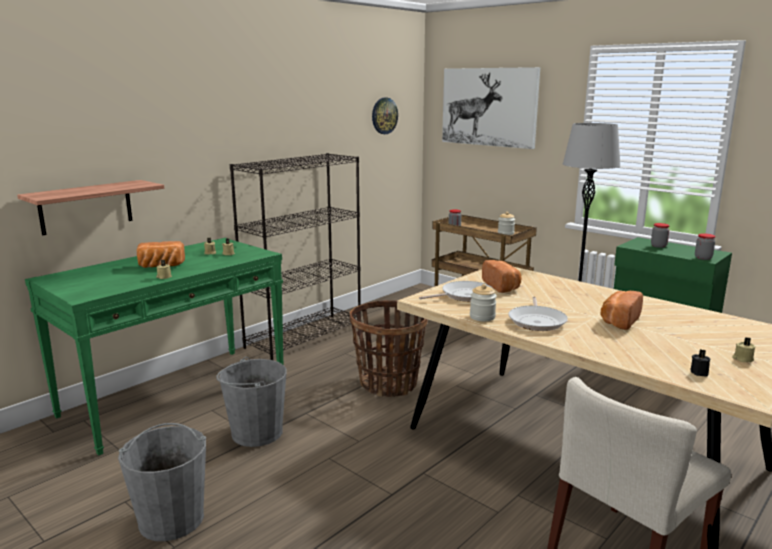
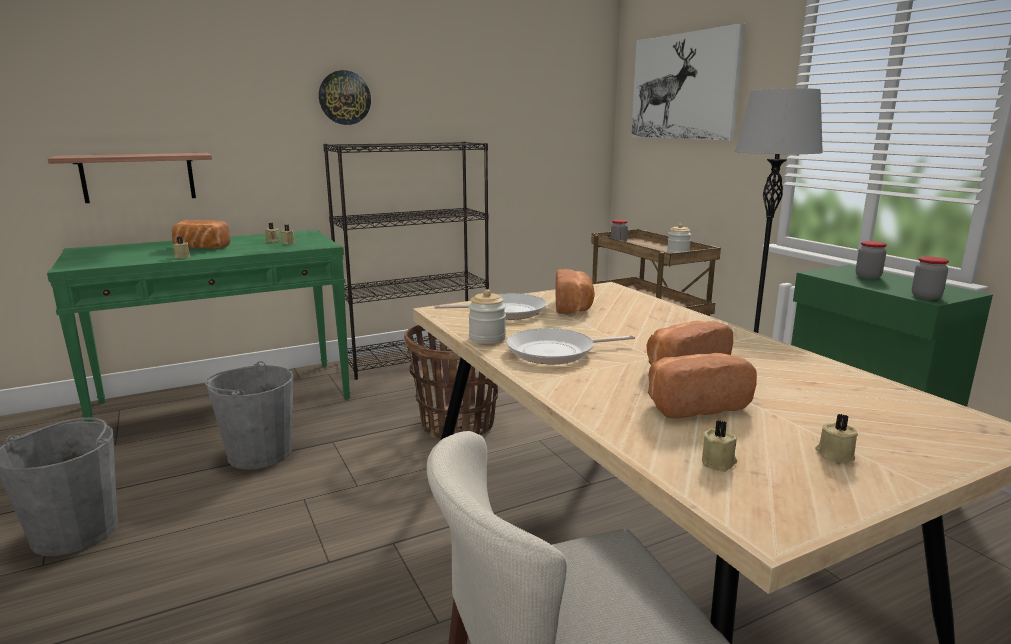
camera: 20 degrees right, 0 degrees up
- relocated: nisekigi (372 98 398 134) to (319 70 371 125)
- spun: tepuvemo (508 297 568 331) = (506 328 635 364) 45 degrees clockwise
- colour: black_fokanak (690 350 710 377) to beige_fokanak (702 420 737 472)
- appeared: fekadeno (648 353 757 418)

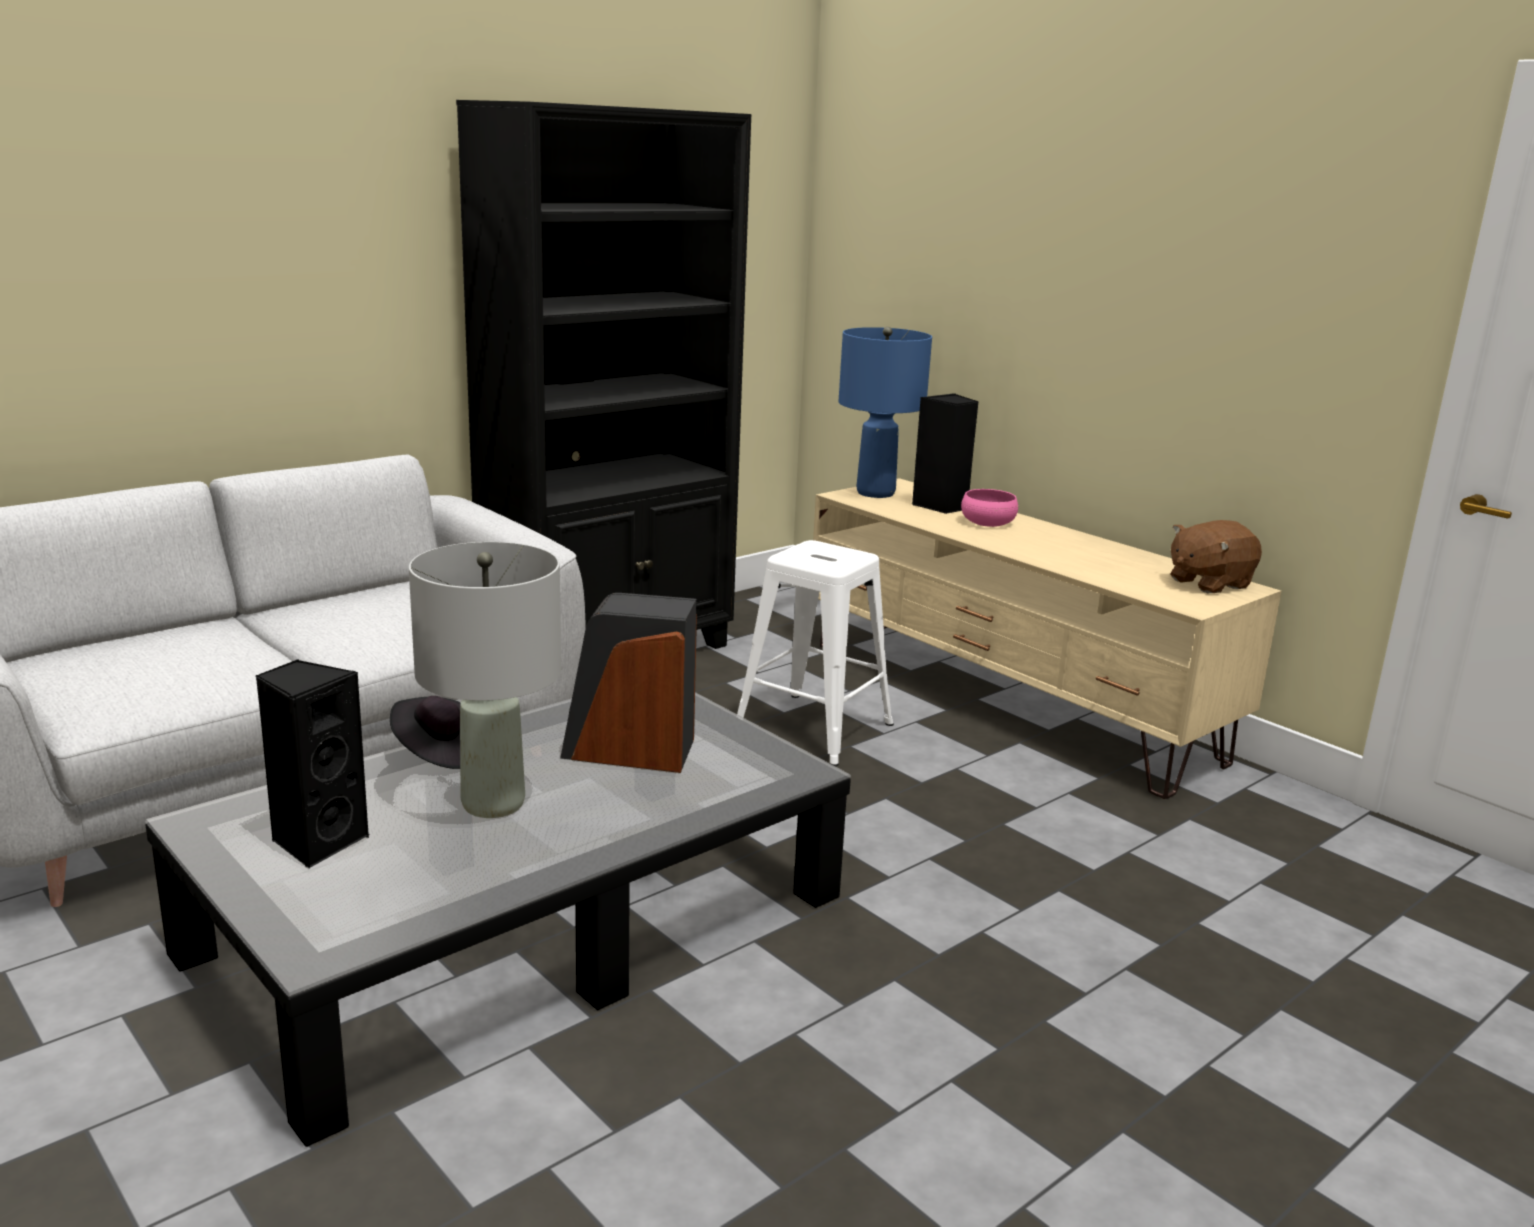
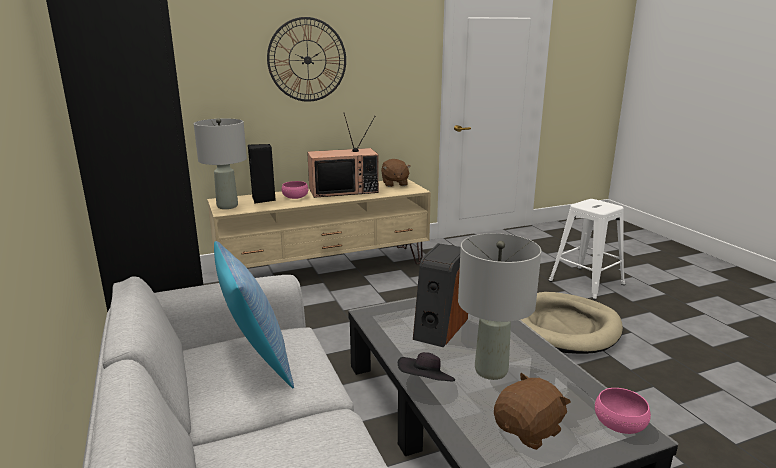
camera: 70 degrees left, 0 degrees up
- colour: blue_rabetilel (838 327 932 498) to grey_rabetilel (194 118 247 209)
- relocated: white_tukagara (737 540 894 766) to (548 199 625 300)
- exchanged: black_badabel (256 659 370 869) to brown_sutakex (494 373 571 450)
- appeared: nisekigi (267 17 346 102)
- appeared: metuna (307 114 379 198)
- appeared: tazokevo (214 241 294 388)
- appeared: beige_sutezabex (521 292 623 354)
- appeared: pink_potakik (595 388 651 434)

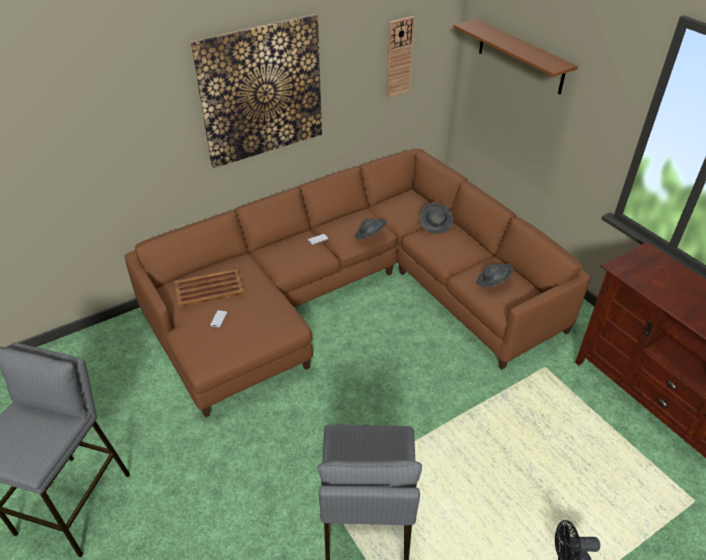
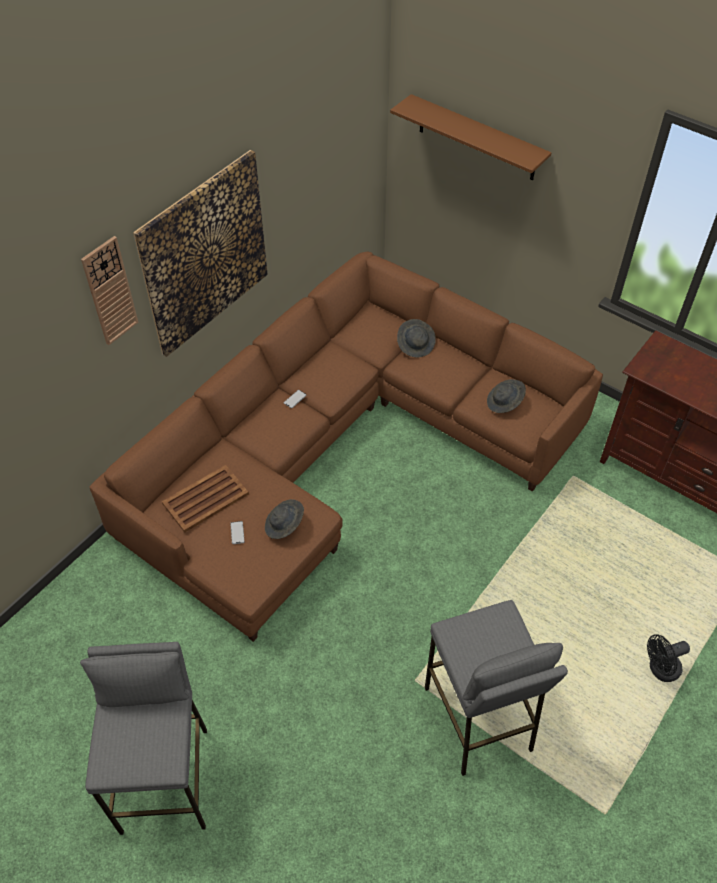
camera: 20 degrees left, 10 degrees up
- relocated: nisekigi (386 16 415 97) to (81 236 138 345)
- relocated: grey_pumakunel (355 218 387 239) to (265 499 304 539)

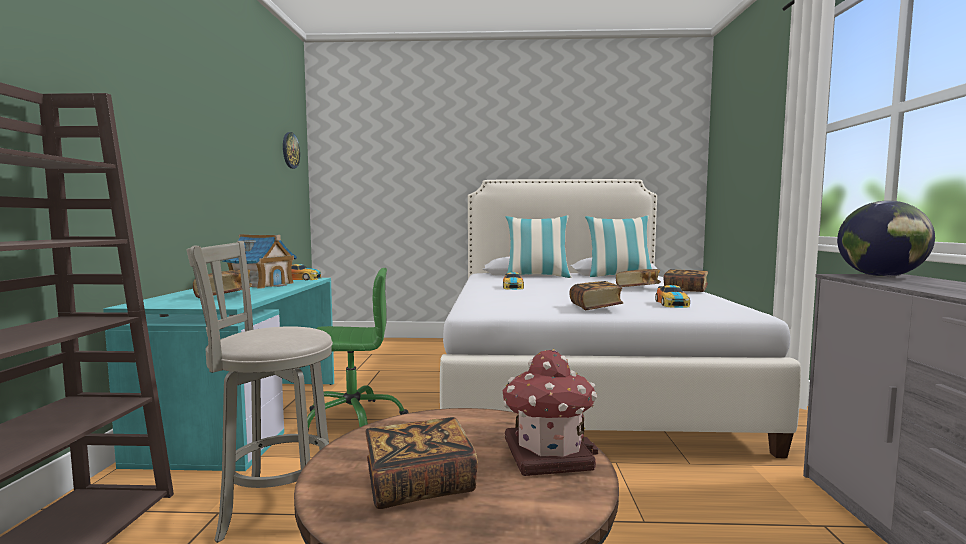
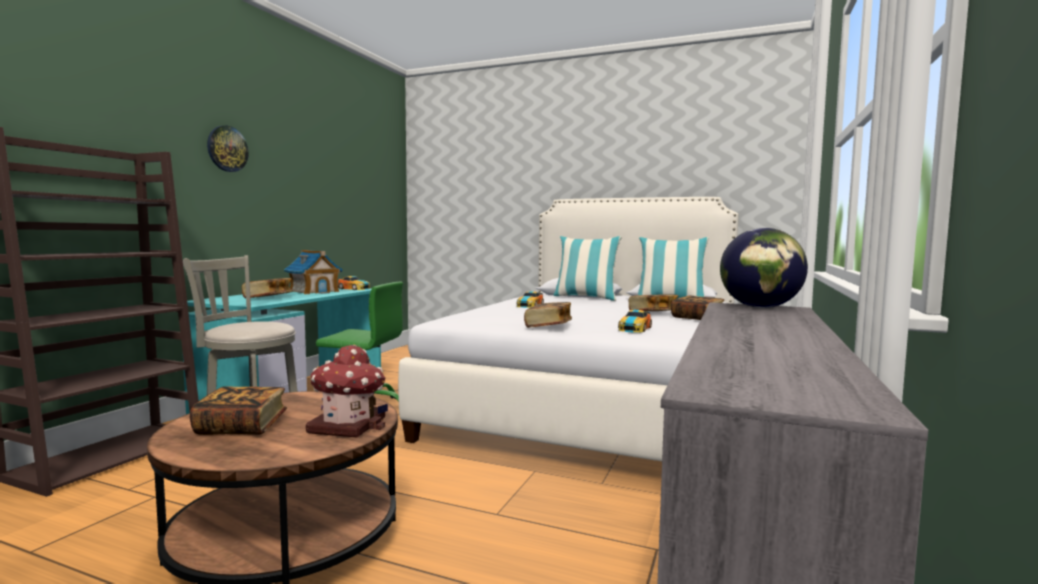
camera: 20 degrees right, 0 degrees up
- relocated: nisekigi (283 132 300 169) to (207 126 249 172)

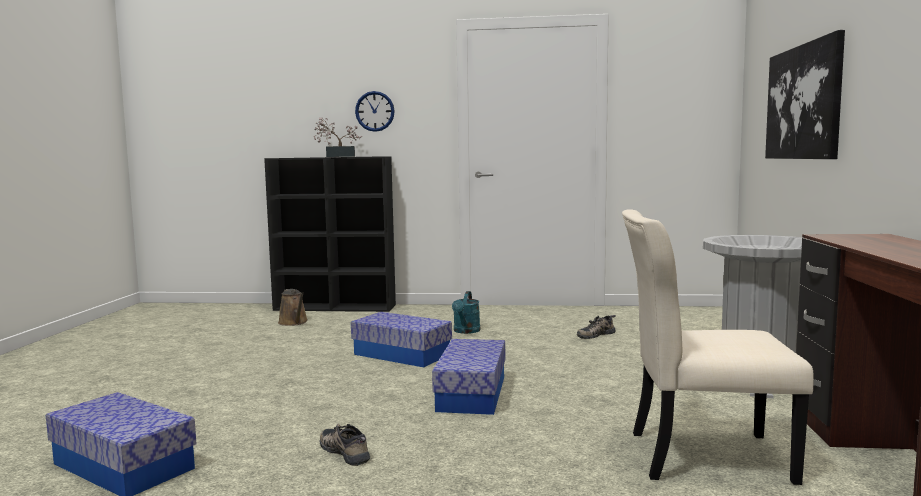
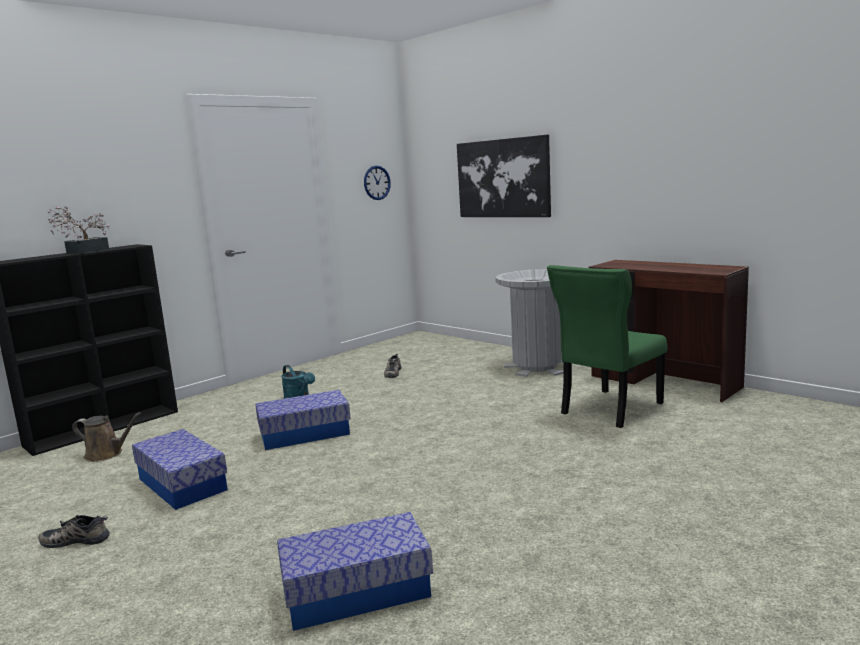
camera: 50 degrees left, 5 degrees up
- relocated: nisekigi (355 91 395 132) to (364 166 391 200)
- colour: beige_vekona (622 209 814 485) to green_vekona (547 265 667 428)
- relocated: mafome (432 339 505 415) to (132 429 228 510)
- relocated: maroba (320 424 370 466) to (38 515 110 548)

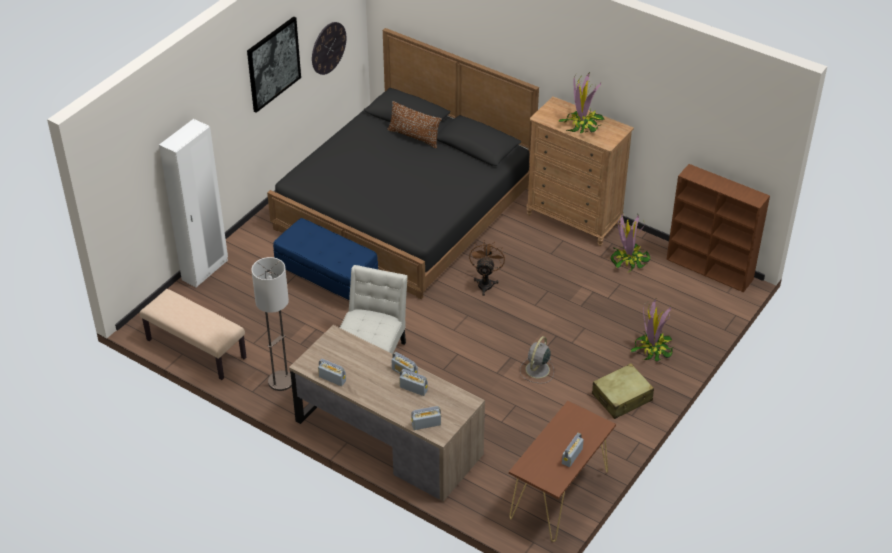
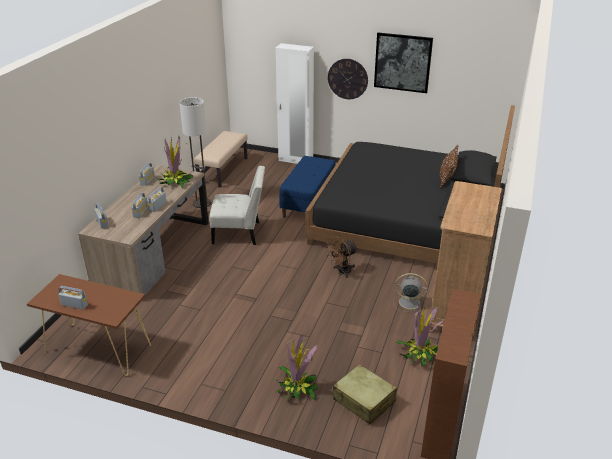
camera: 75 degrees right, 10 degrees down
- relocated: nisekigi (312 22 346 75) to (328 59 368 99)
- relocated: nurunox (558 72 605 133) to (157 136 193 188)
- spun: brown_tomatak (469 240 505 296) = (325 237 358 278) 150 degrees clockwise
- relocated: grey_tomatak (520 336 554 383) to (393 273 428 312)
- relocated: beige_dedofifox (592 363 654 419) to (333 364 397 424)

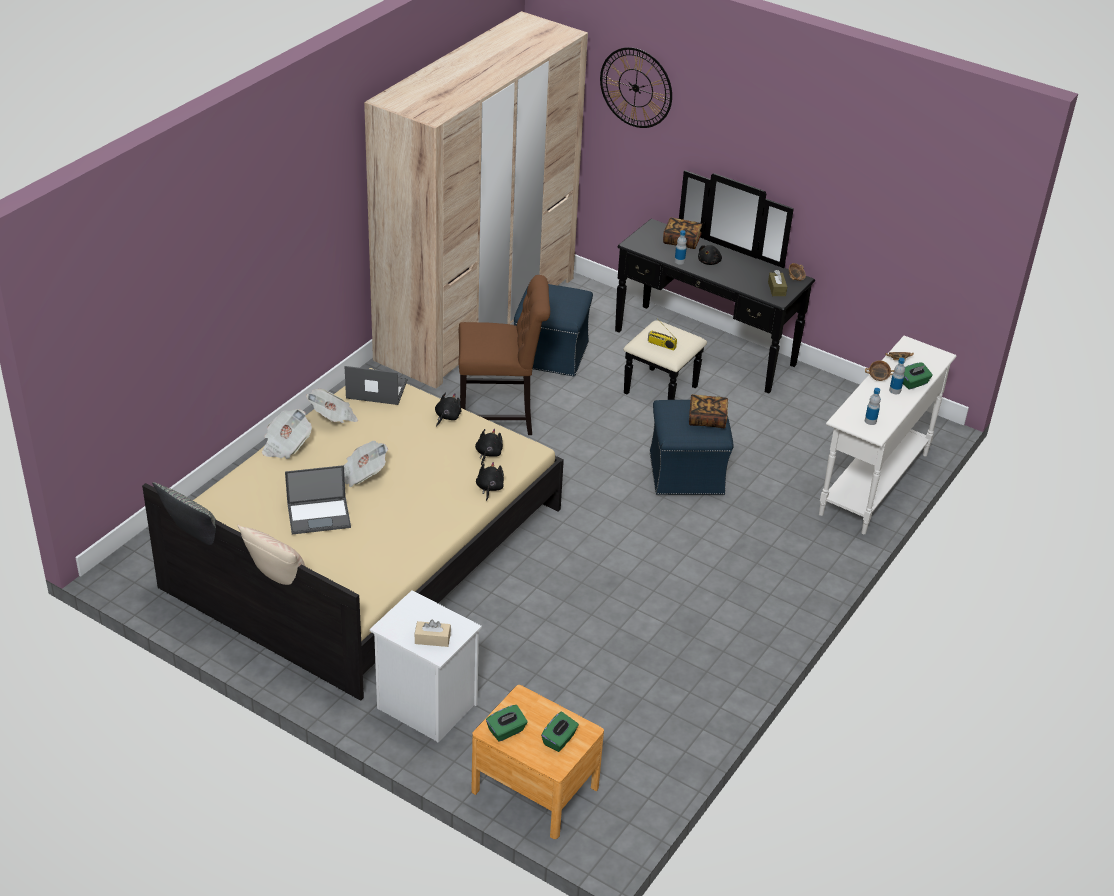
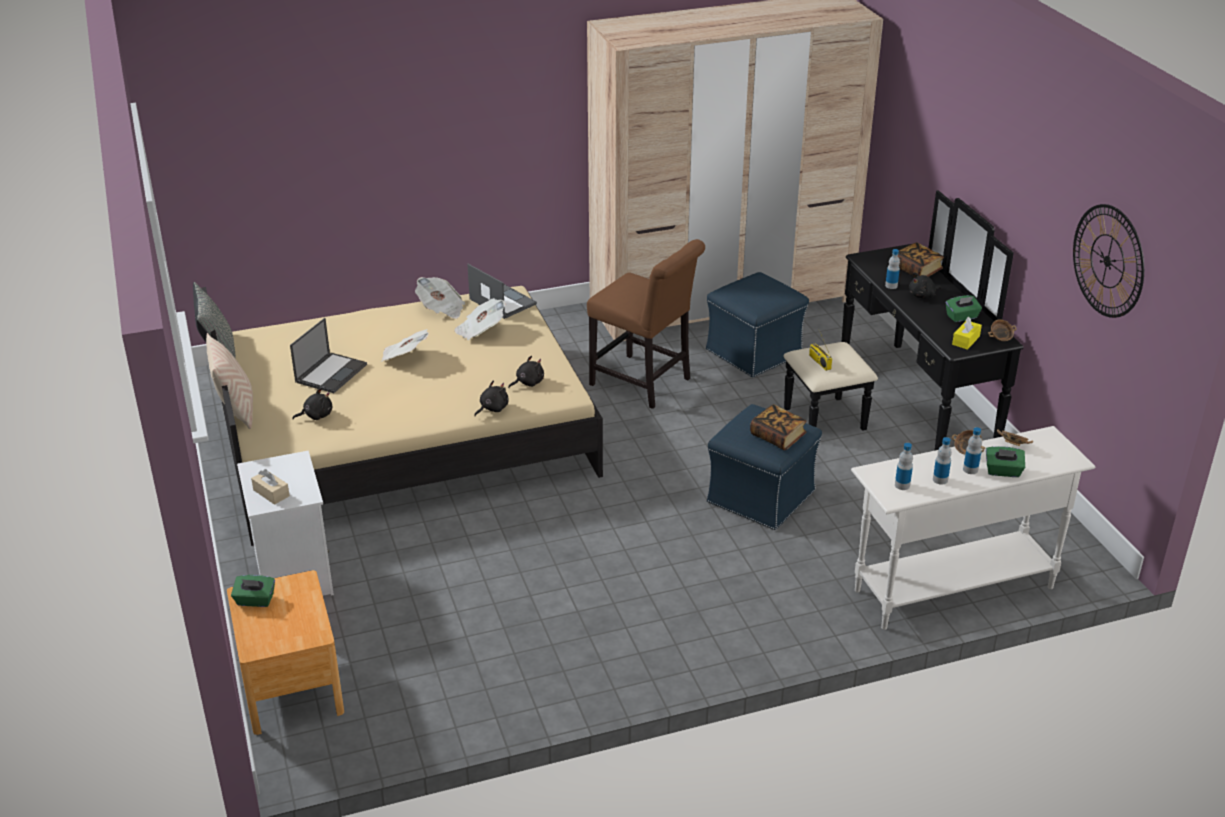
camera: 40 degrees right, 5 degrees down
- relocated: nisekigi (600 47 672 128) to (1073 204 1144 318)
- colour: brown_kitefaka (768 270 787 296) to yellow_kitefaka (952 317 982 350)
- relocated: black_sutakex (435 392 462 427) to (292 388 332 420)
- relocated: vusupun (262 409 312 459) to (454 298 506 340)
- spun: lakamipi (285 465 351 535) = (290 318 367 393) 90 degrees counterclockwise
- relocated: green_kitefaka (541 712 579 752) to (946 295 982 322)
- appeared: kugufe (933 437 952 485)

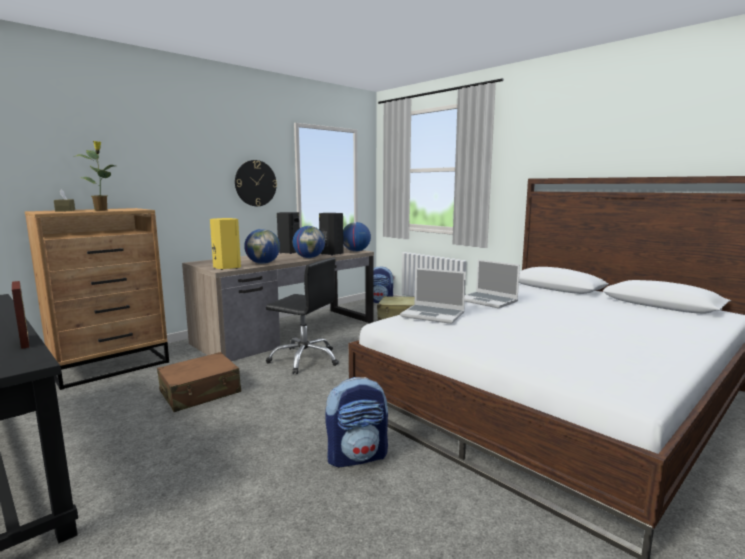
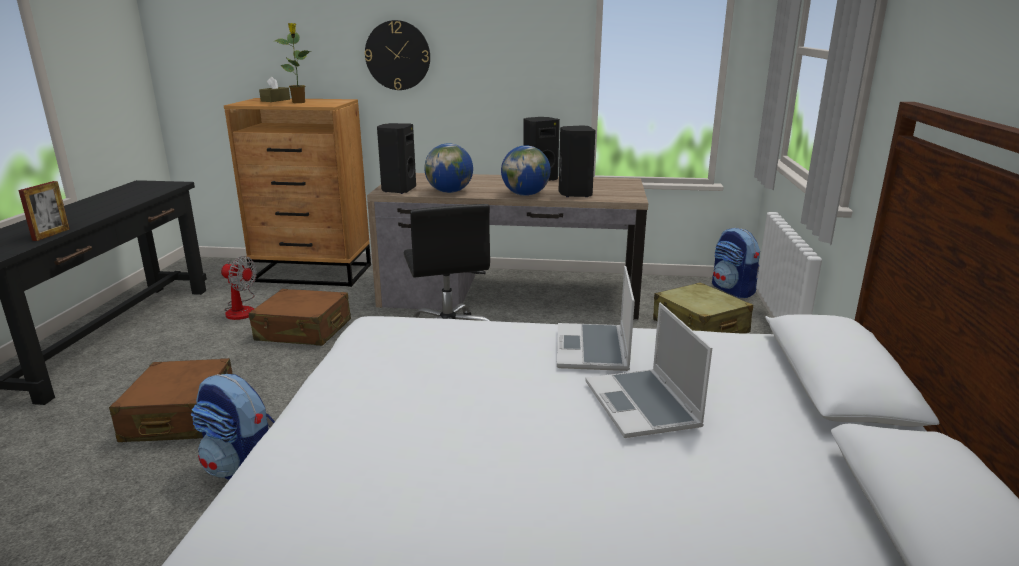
camera: 50 degrees right, 10 degrees up
- relocated: nisekigi (235 160 277 206) to (365 20 430 90)
- colour: yellow_badabel (210 218 241 270) to black_badabel (377 123 416 194)
- missing: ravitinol (343 222 371 252)
- relocated: lakamipi (400 268 466 324) to (585 303 712 438)
- appeared: tomatak (221 256 257 320)
- appeared: brown_dedofifox (109 358 232 442)

